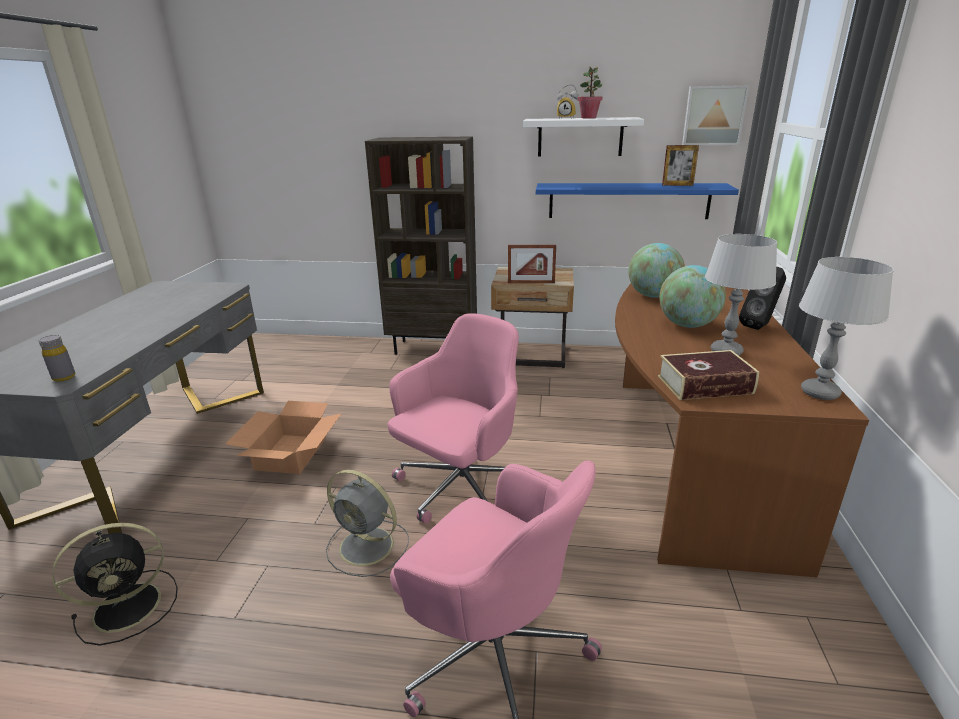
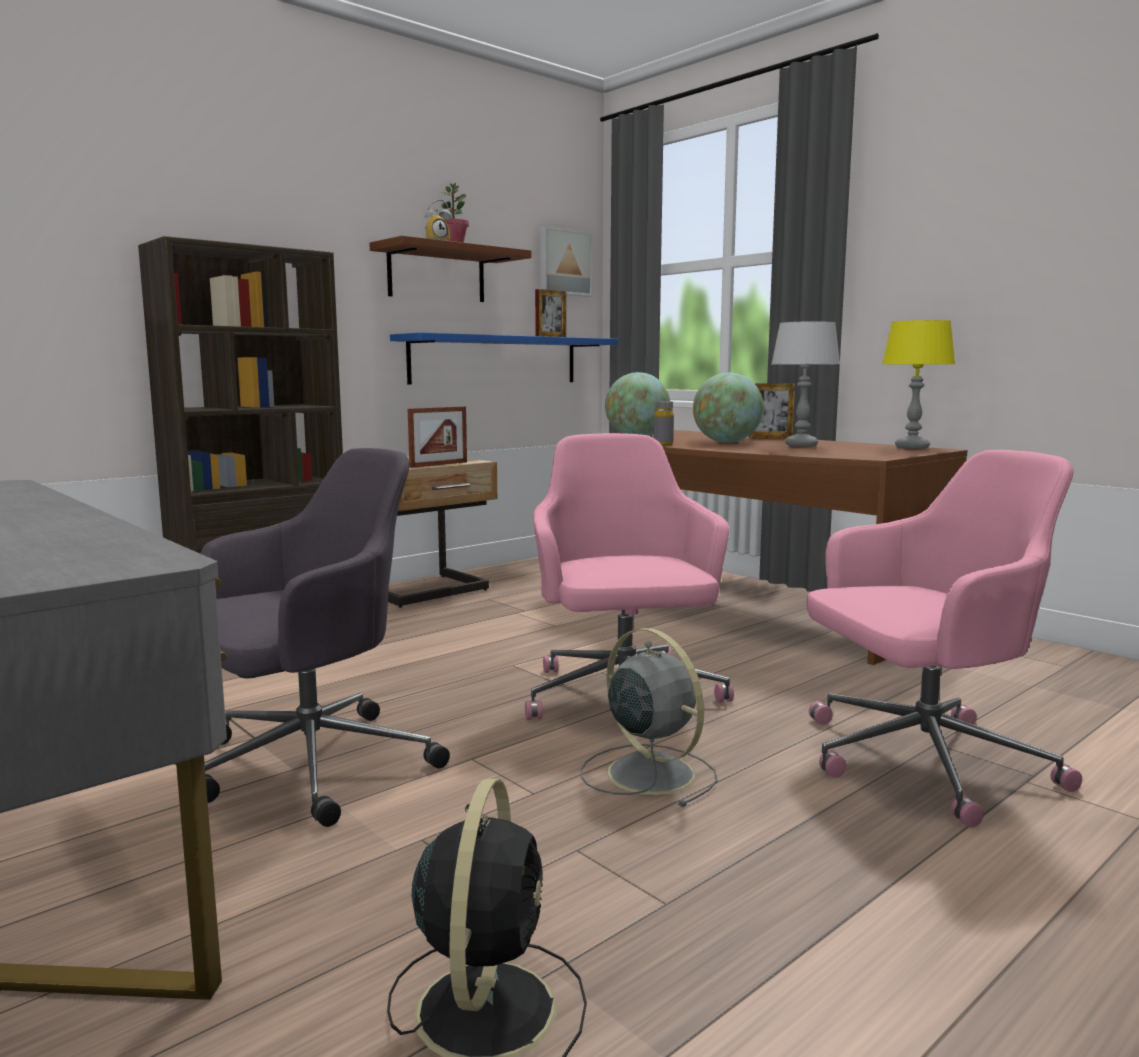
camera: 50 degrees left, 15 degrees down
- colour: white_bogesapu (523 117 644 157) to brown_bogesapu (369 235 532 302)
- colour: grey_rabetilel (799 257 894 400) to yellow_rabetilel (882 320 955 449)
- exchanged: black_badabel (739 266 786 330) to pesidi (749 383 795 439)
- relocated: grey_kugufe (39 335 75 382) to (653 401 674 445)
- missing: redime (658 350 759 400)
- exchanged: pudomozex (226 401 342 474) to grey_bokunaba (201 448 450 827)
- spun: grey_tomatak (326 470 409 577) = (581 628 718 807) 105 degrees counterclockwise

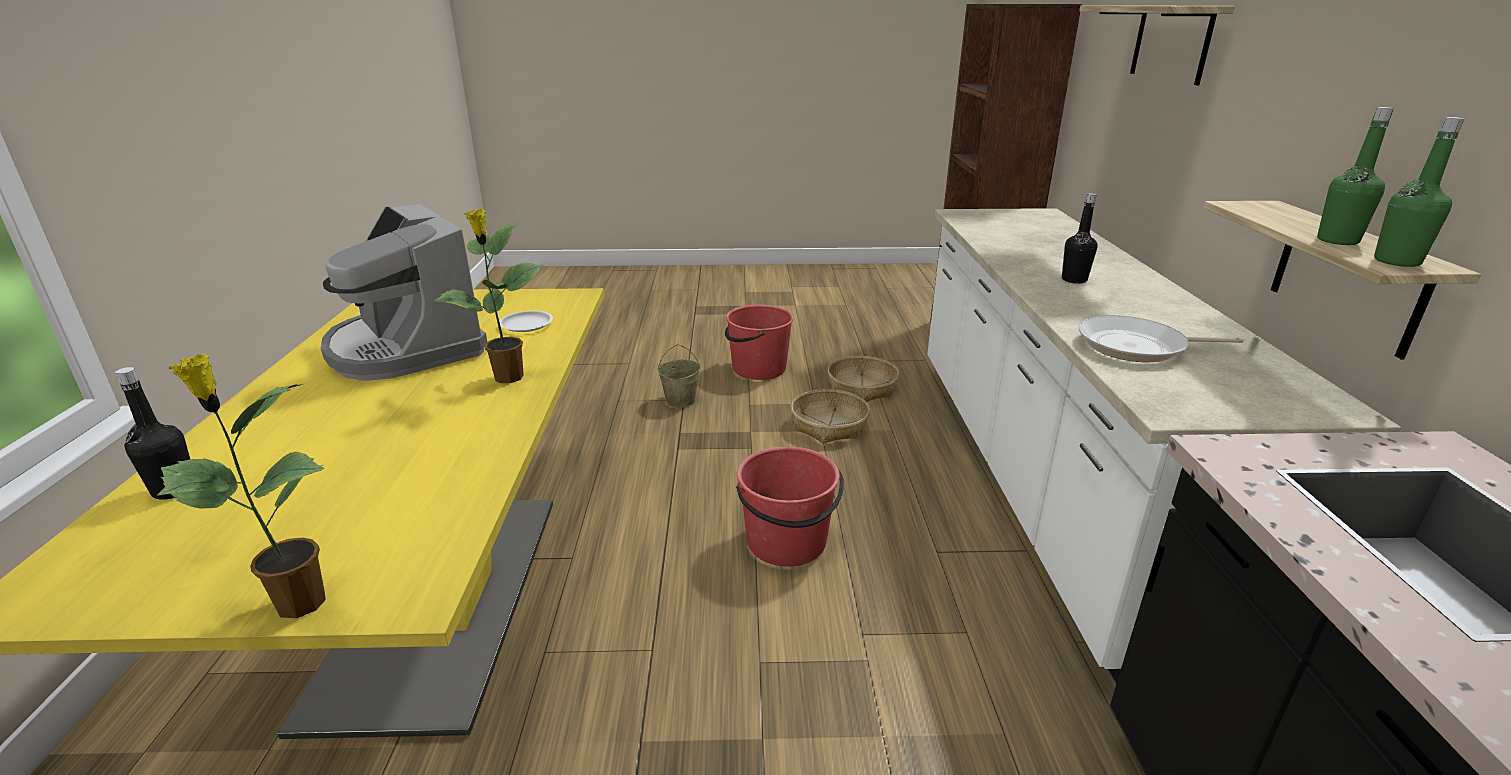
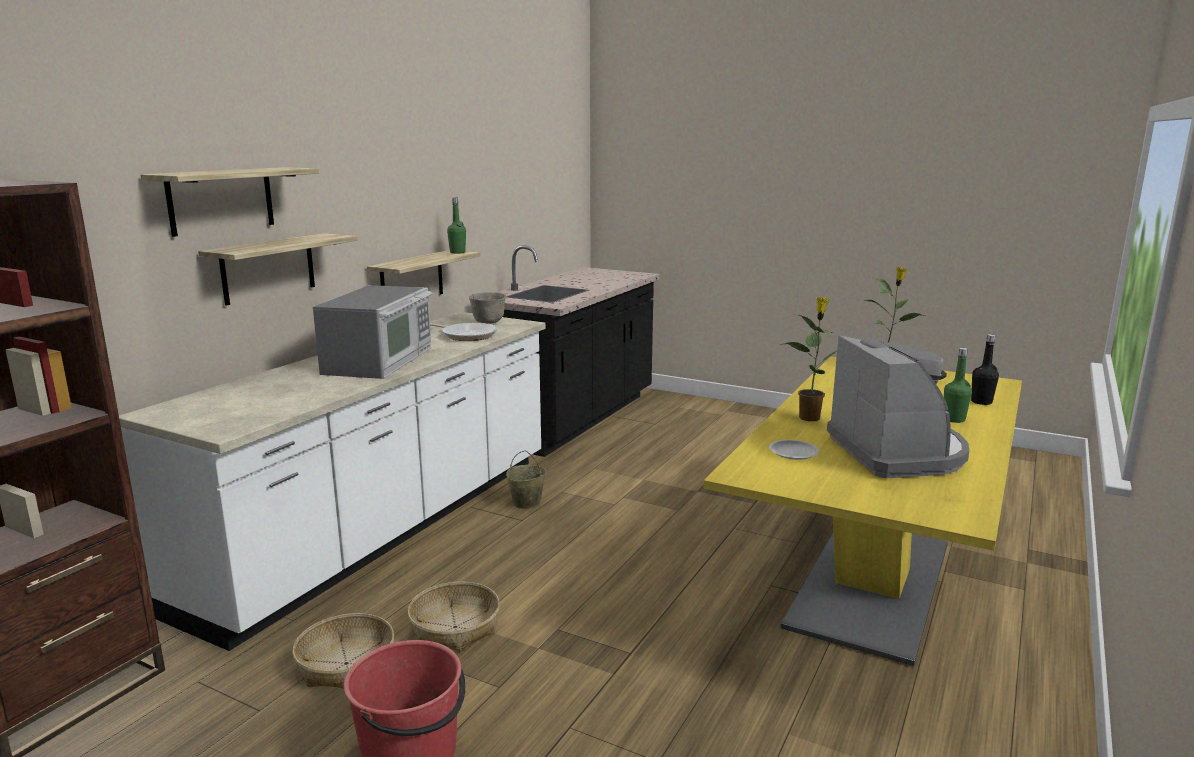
camera: 150 degrees left, 10 degrees down
- relocated: green_kugufe (1317 107 1394 245) to (944 348 972 423)
- exchanged: black_kugufe (1062 193 1098 284) to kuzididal (313 285 433 379)
- relocated: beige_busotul (658 344 700 407) to (506 450 546 509)
- missing: red_busotul (736 446 844 566)
- appeared: bogesapu (198 233 358 306)
- appeared: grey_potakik (469 292 506 324)

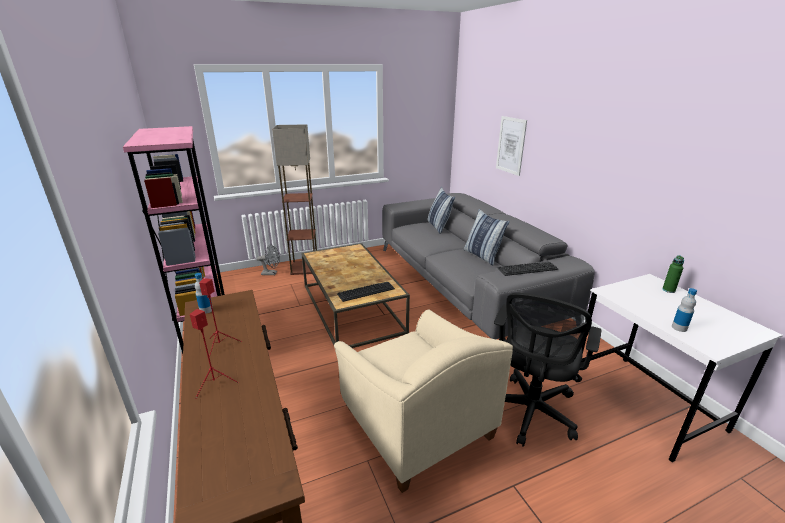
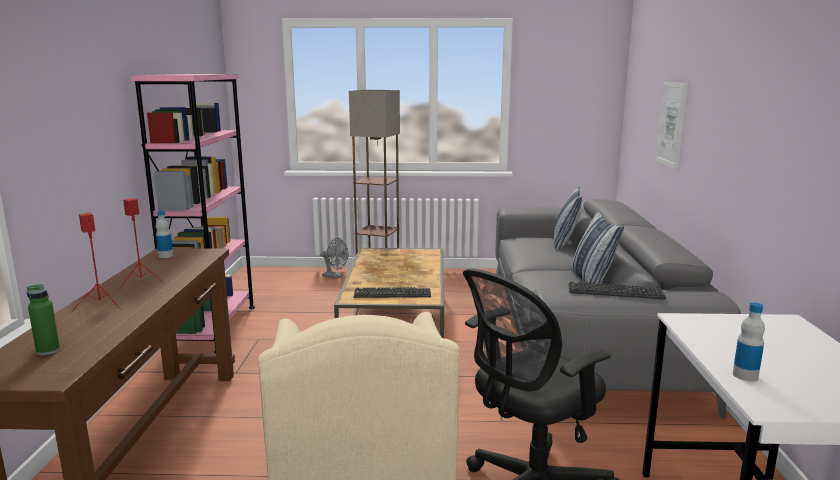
camera: 25 degrees right, 10 degrees down
- relocated: green_kugufe (662 255 684 293) to (27 284 60 355)

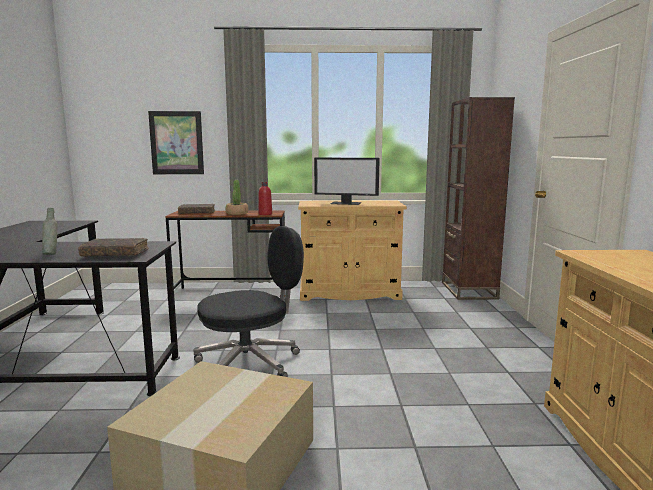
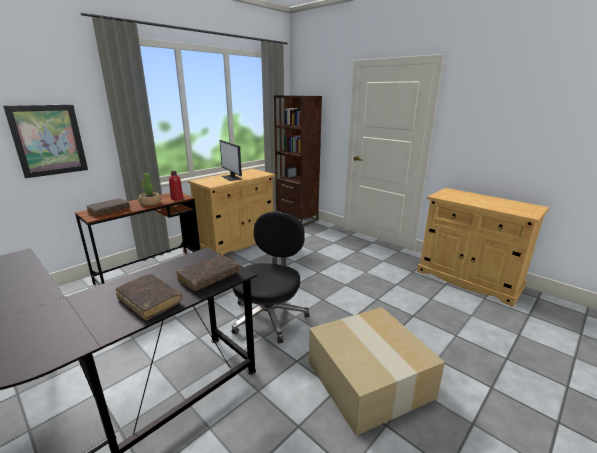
camera: 45 degrees left, 10 degrees up
- spun: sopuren (314 157 380 205) = (220 140 242 181) 90 degrees clockwise
- exchanged: grey_kugufe (42 208 58 255) to brown_redime (116 274 182 321)

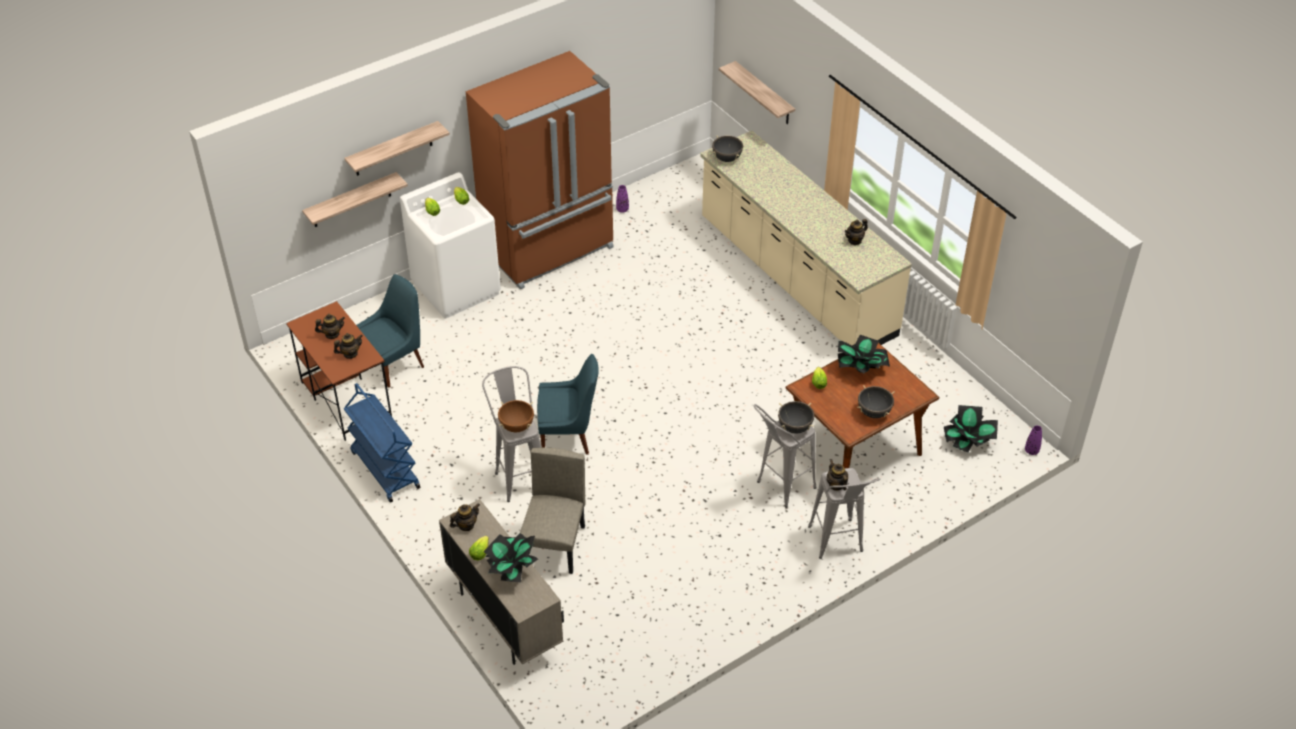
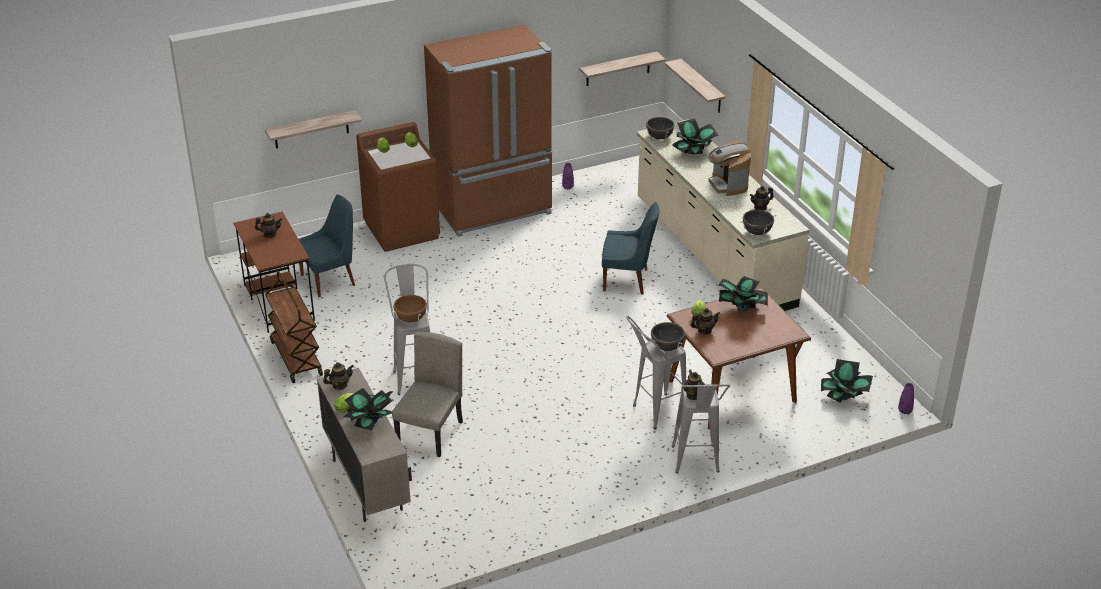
camera: 10 degrees right, 10 degrees down
- relocated: bogesapu (344 121 450 176) to (579 51 666 86)
- colour: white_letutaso (400 172 501 319) to brown_letutaso (356 122 440 252)
- relocated: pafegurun (334 333 363 359) to (691 308 720 335)
- relocated: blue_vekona (537 354 599 455) to (602 202 660 295)
- colour: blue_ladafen (344 383 420 503) to brown_ladafen (265 270 323 383)
- relocated: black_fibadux (857 385 895 418) to (741 209 776 235)
- appeared: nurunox (672 118 719 155)
- appeared: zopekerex (709 141 751 196)

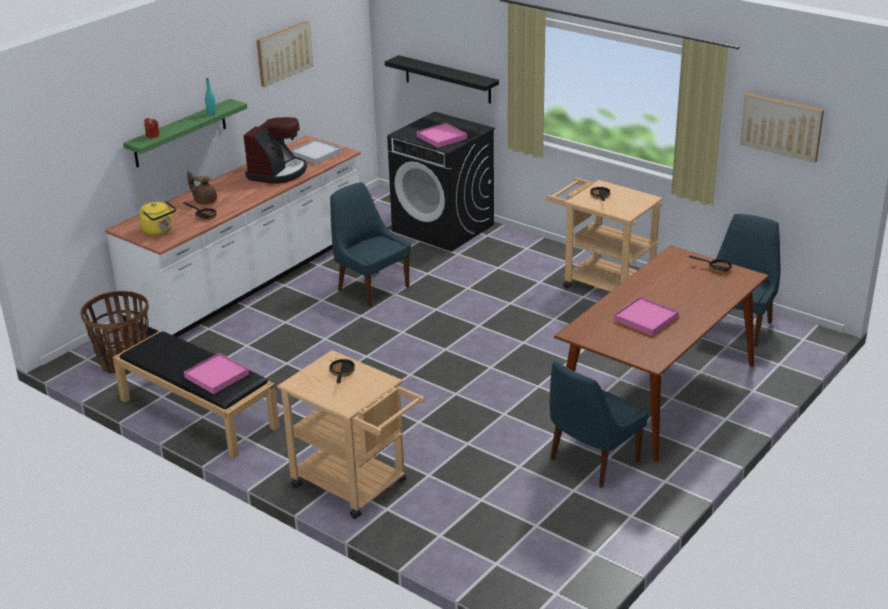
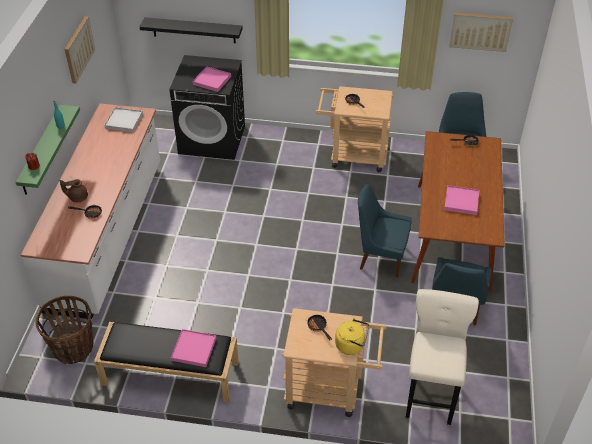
camera: 30 degrees left, 15 degrees up
- missing: zopekerex (243 117 307 184)
- relocated: blue_vekona (330 182 411 307) to (358 184 412 277)
- relocated: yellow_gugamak (139 200 176 236) to (335 318 369 355)
- appeared: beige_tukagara (406 289 479 425)

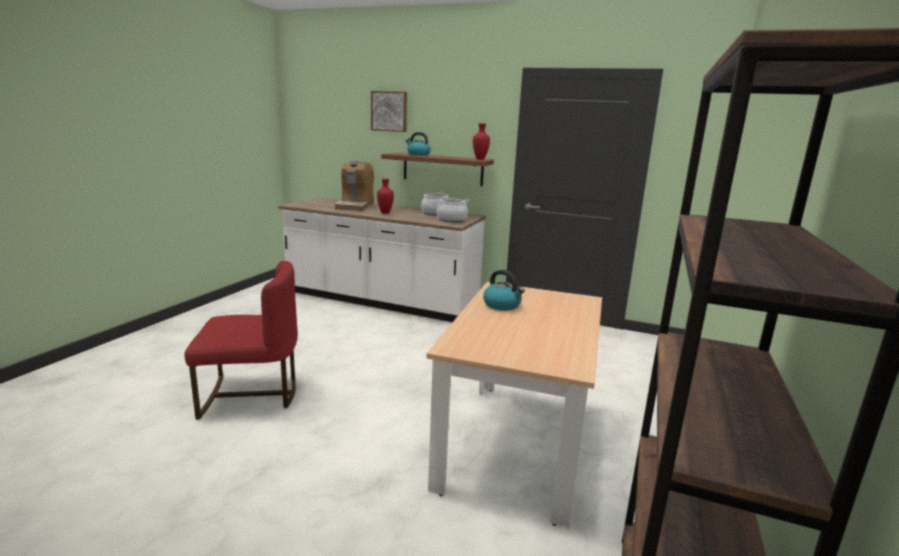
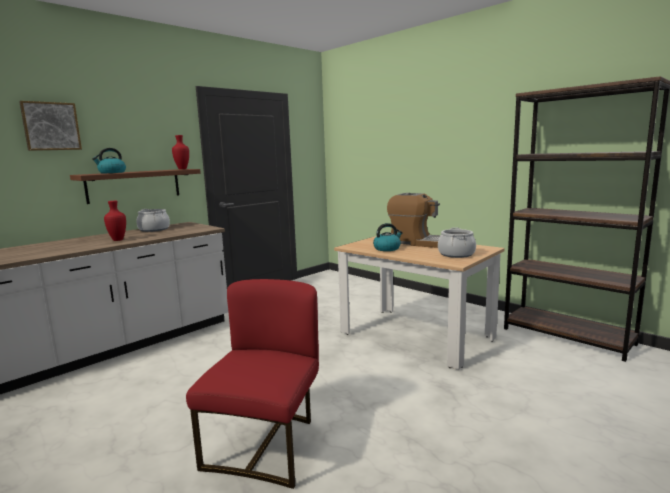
camera: 65 degrees left, 5 degrees down
- relocated: zopekerex (335 161 374 211) to (387 193 441 248)
- relocated: fibadux (436 199 470 222) to (438 227 476 258)

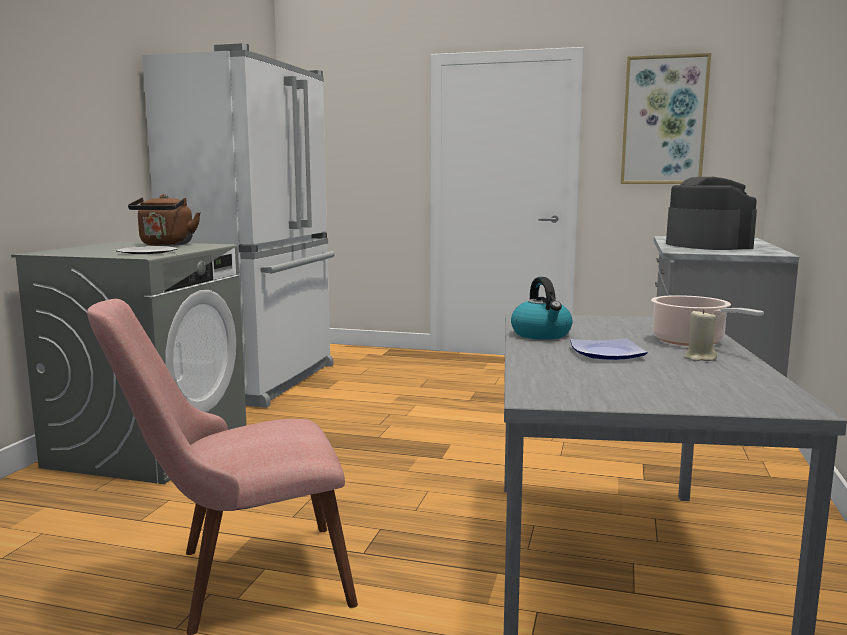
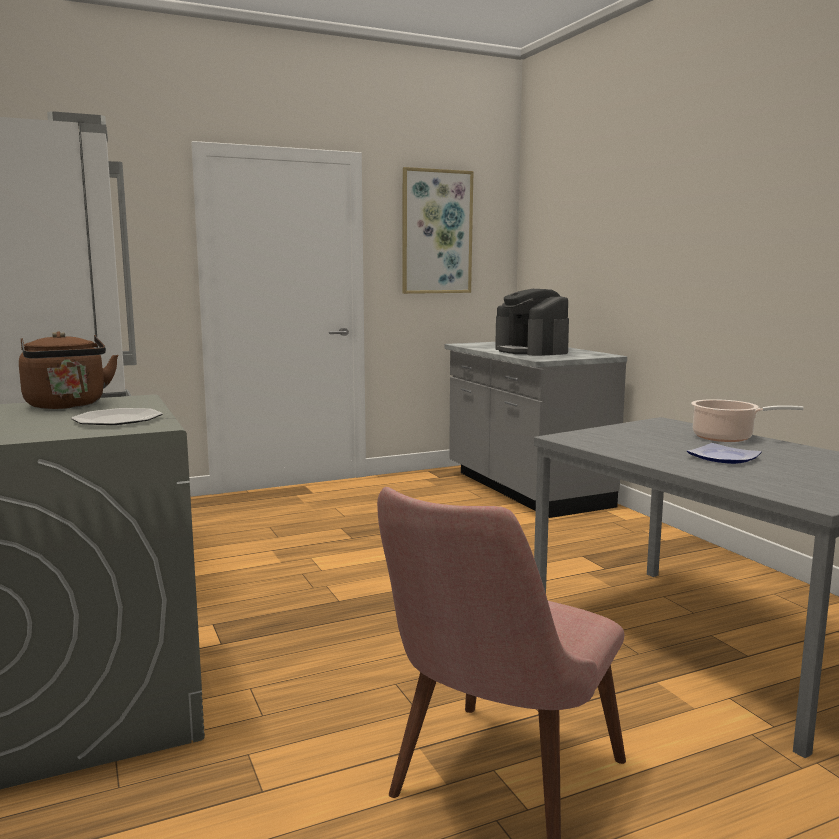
camera: 40 degrees left, 0 degrees up
- spun: zopekerex (666 177 757 250) = (495 289 569 356) 150 degrees counterclockwise
- missing: gugamak (511 277 572 340)
- missing: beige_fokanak (684 309 717 361)

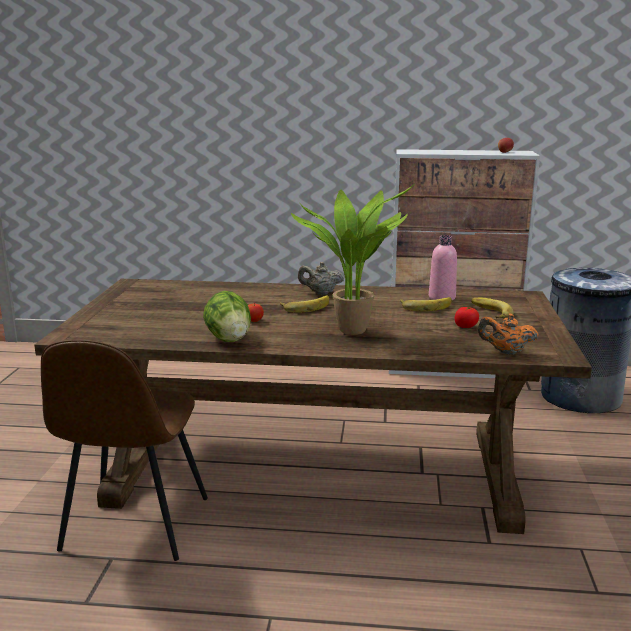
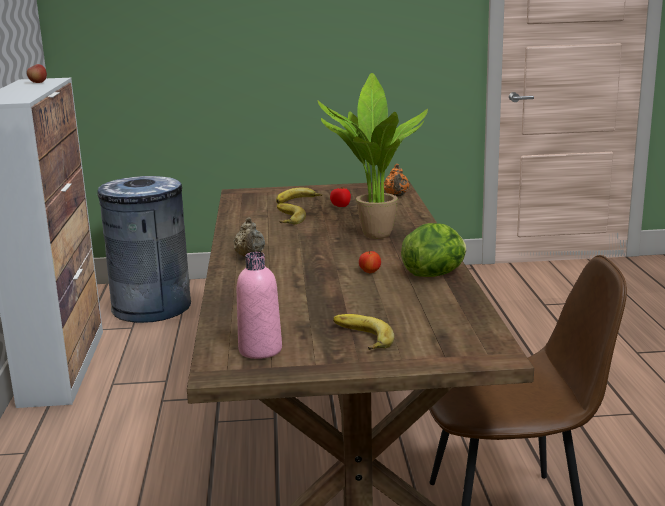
camera: 100 degrees left, 0 degrees up
- relocated: pink_kugufe (429 235 457 300) to (237 252 282 359)
- relocated: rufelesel (280 295 329 313) to (333 314 394 350)

